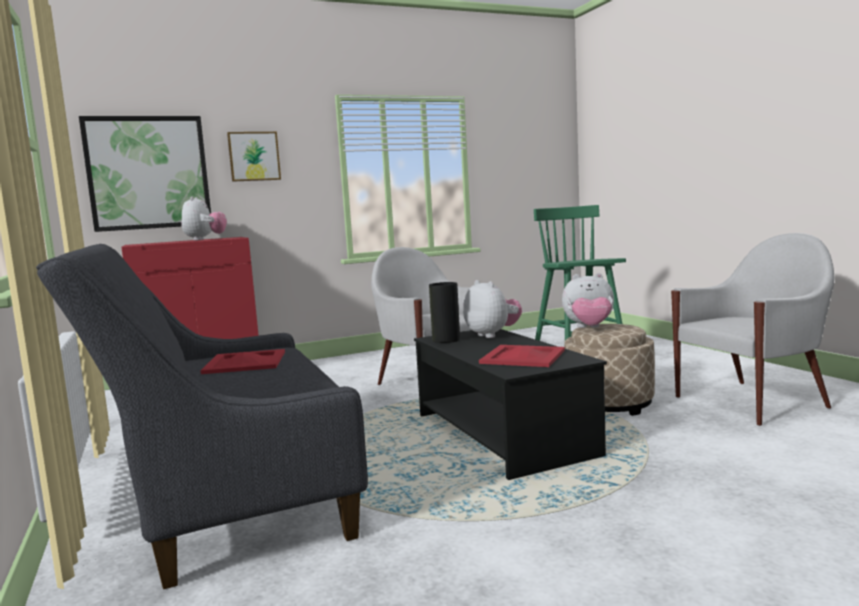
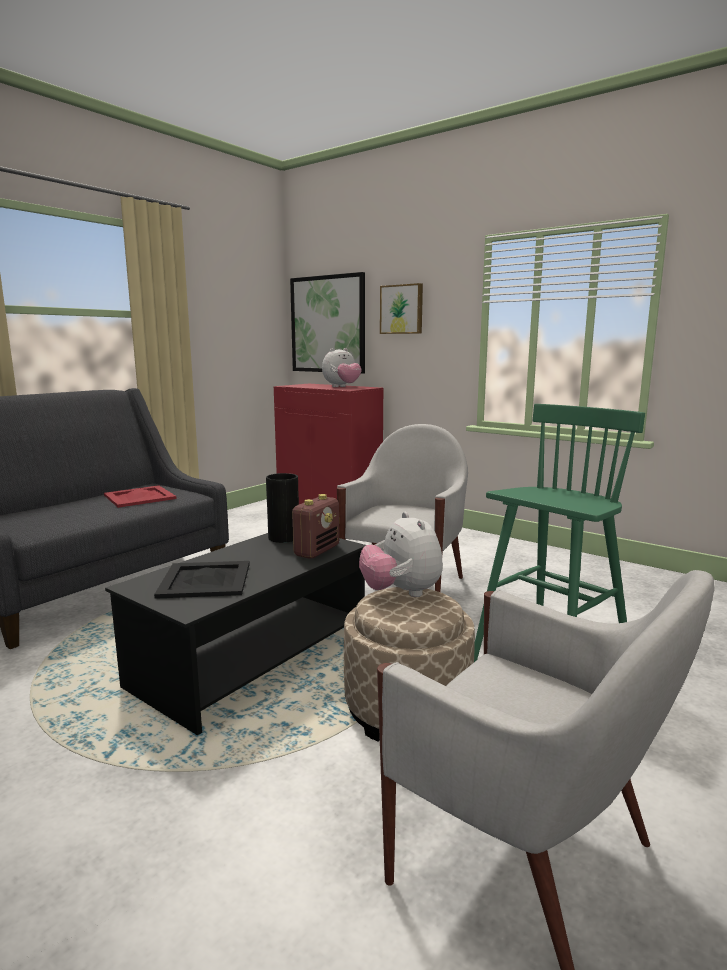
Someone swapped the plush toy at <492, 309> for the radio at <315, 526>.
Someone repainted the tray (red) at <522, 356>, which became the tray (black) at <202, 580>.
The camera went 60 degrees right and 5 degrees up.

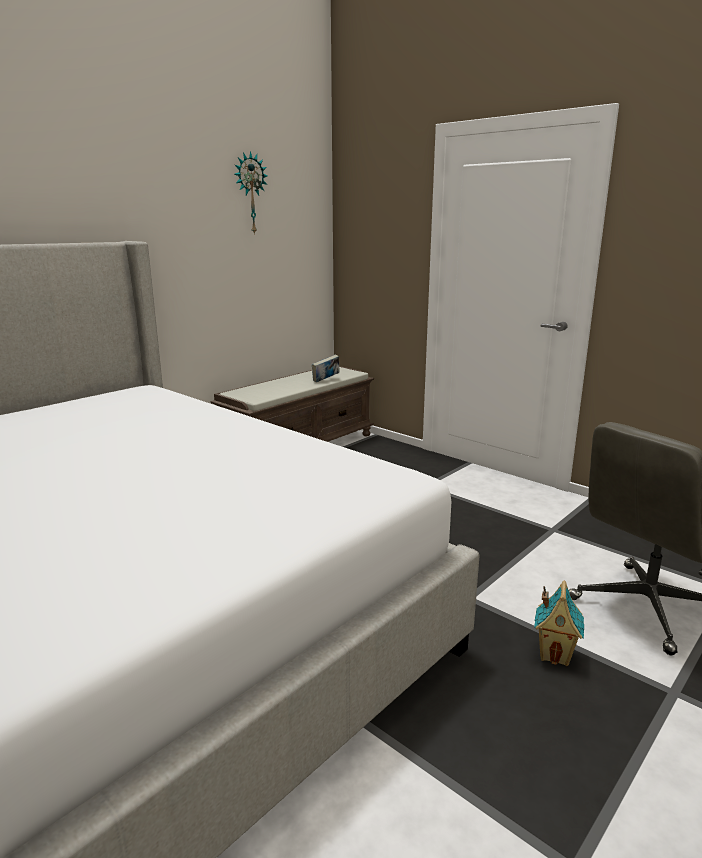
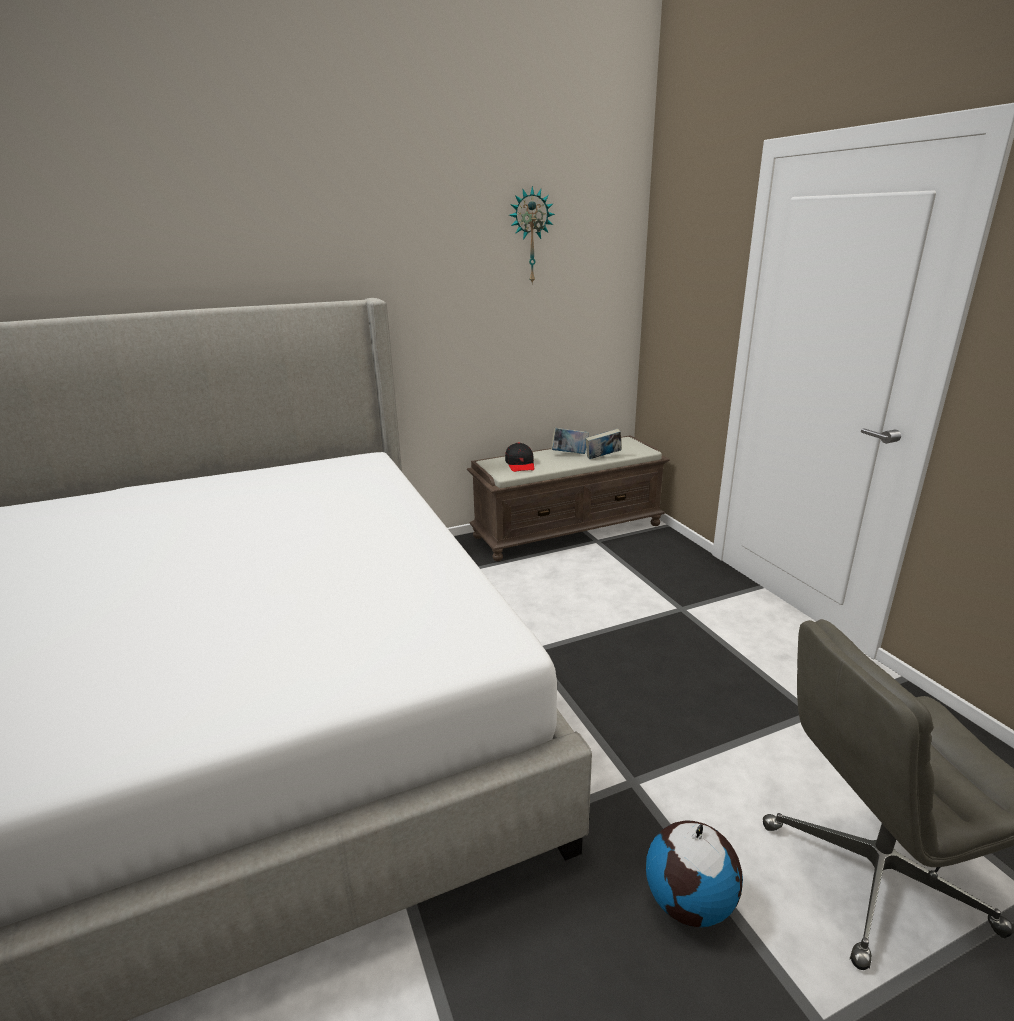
Someone swapped the toy house at <559, 623> for the globe at <694, 874>.
Someone put down the cap (black) at <519, 457>.
Someone put down the book at <570, 441>.
The camera went 25 degrees right and 5 degrees up.

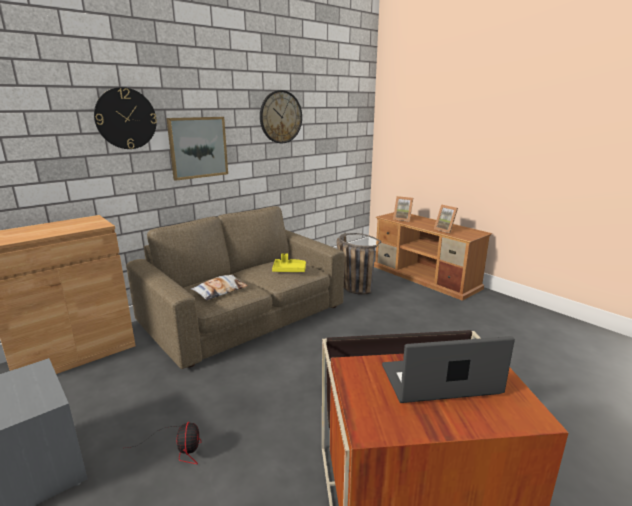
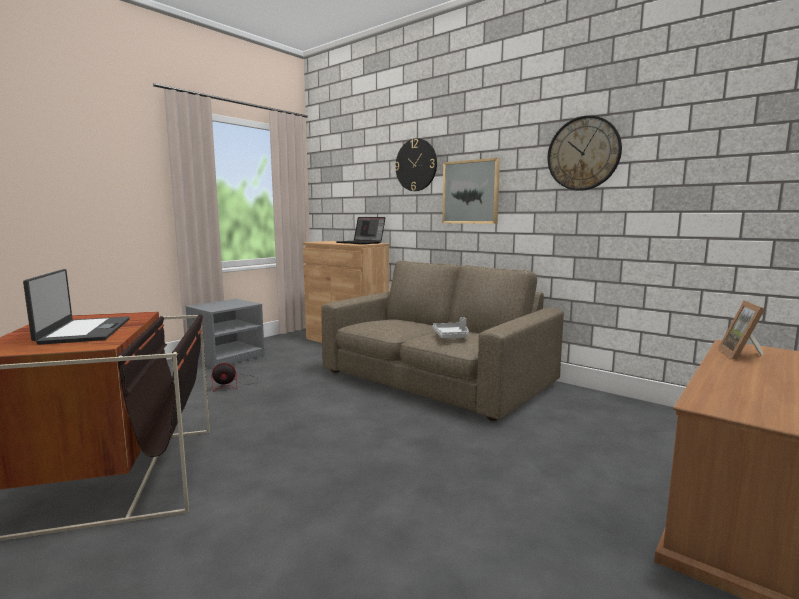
Someone took away the pillow at <219, 287>.
Someone repainted the tray (yellow) at <289, 263>, which became the tray (grey) at <450, 328>.
Someone took away the basket at <358, 264>.
Someone took away the picture frame at <446, 218>.
Someone put down the laptop at <360, 230>.
The camera went 80 degrees right and 10 degrees down.

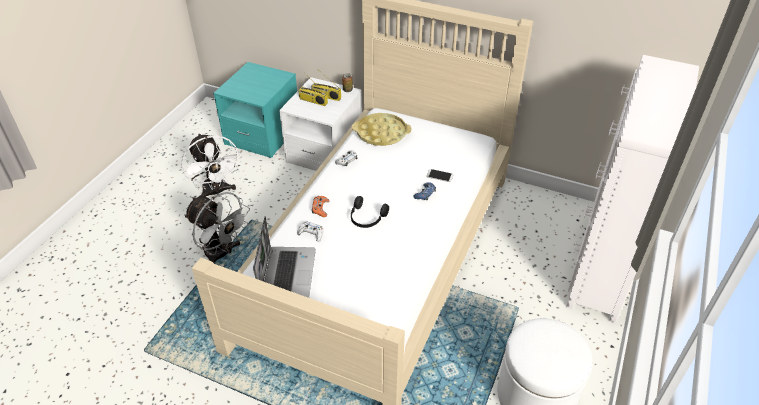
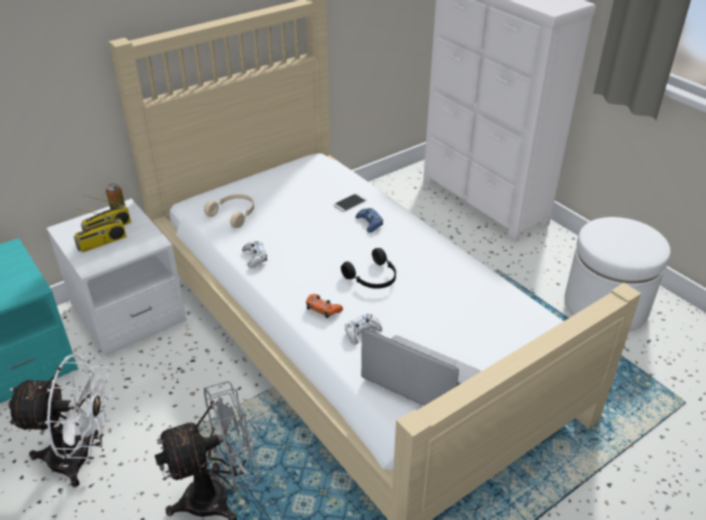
Someone swapped the tray (yellow) at <381, 129> for the headphones (beige) at <229, 211>.
The camera went 60 degrees left and 5 degrees down.

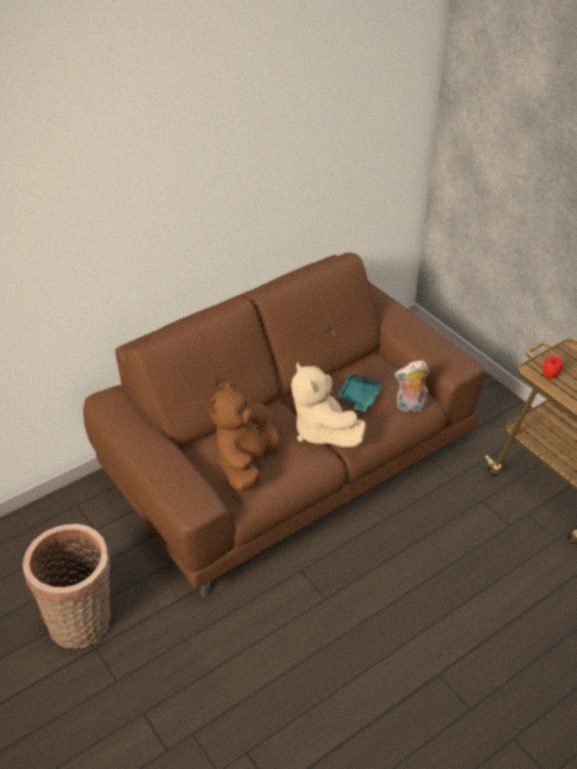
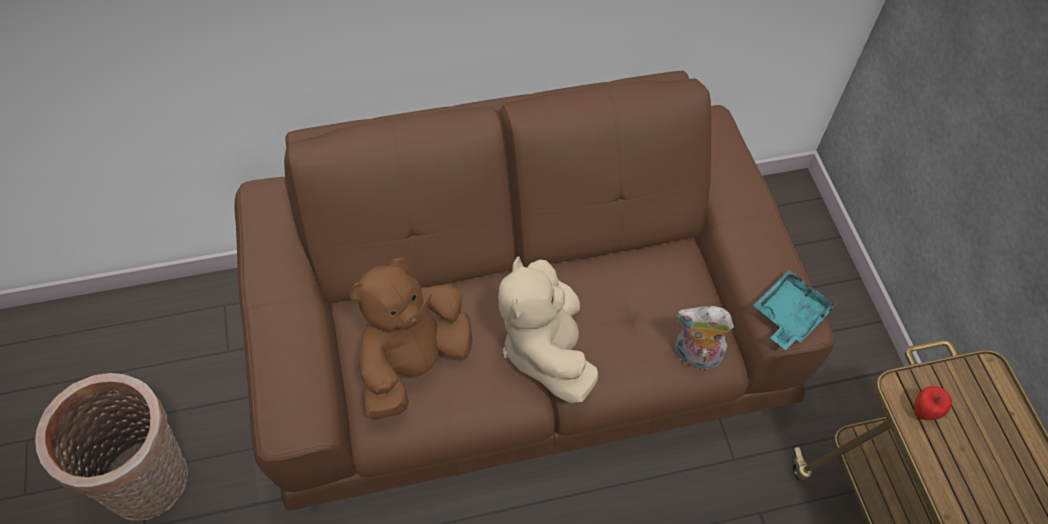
Someone carried the tray (turquoise) from <359, 392> to <795, 309>.
The camera went 20 degrees right and 15 degrees up.

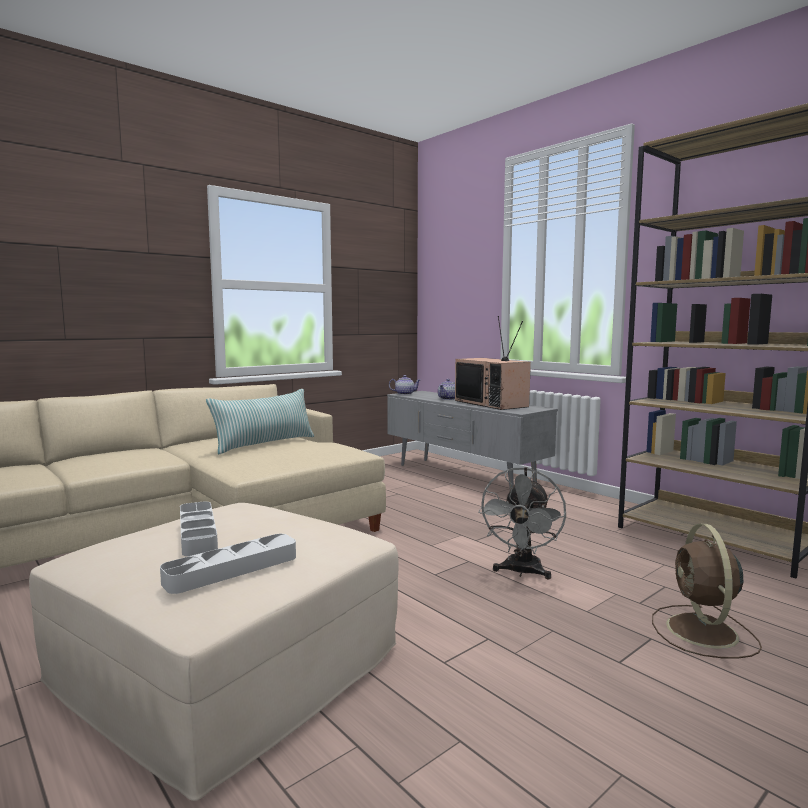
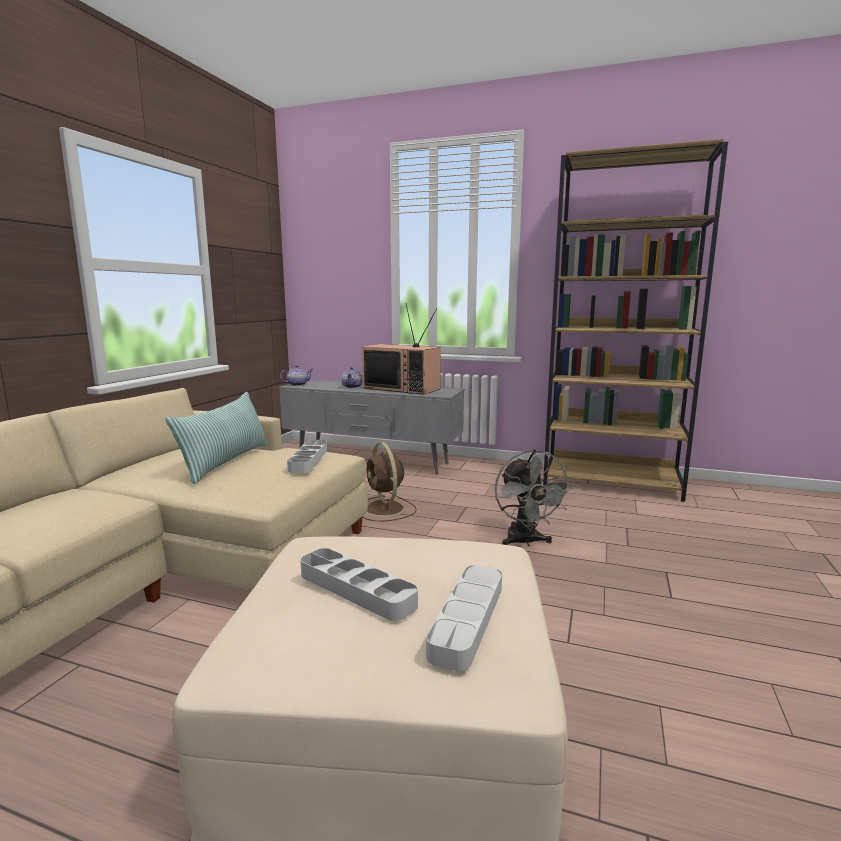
Someone carried the fan (brown) from <707, 591> to <390, 481>.
Someone put down the tray (grey) at <307, 456>.
The camera went 30 degrees left and 5 degrees up.

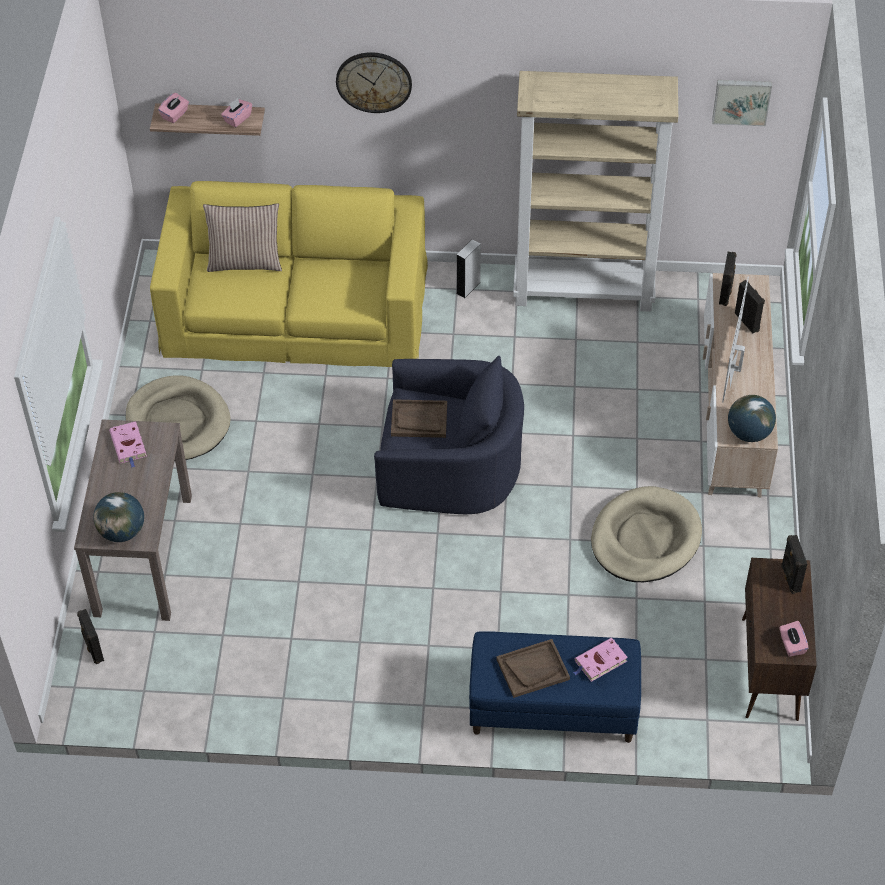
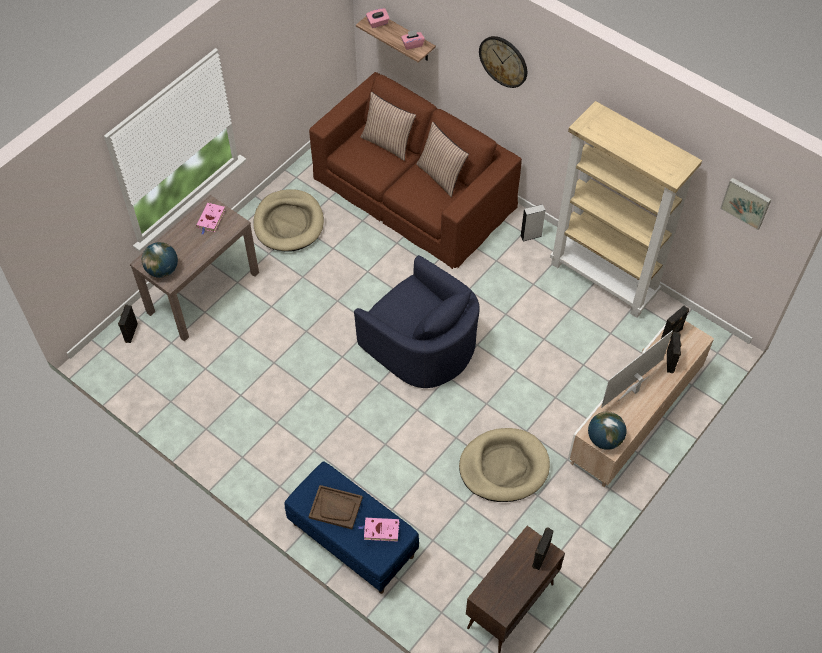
Someone repainted the sofa (yellow) at <289, 274>, which became the sofa (brown) at <415, 170>.
Someone took away the tray (brown) at <419, 418>.
Someone took away the tissue box (pink) at <794, 639>.
Someone put down the pillow at <442, 159>.
The camera went 35 degrees right and 5 degrees up.

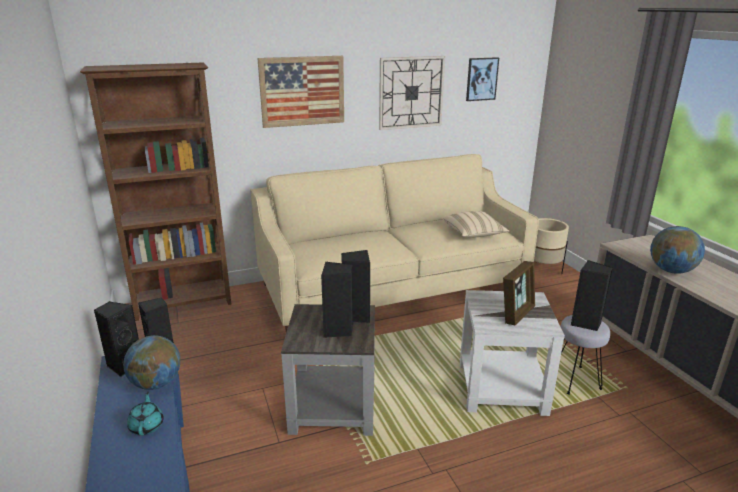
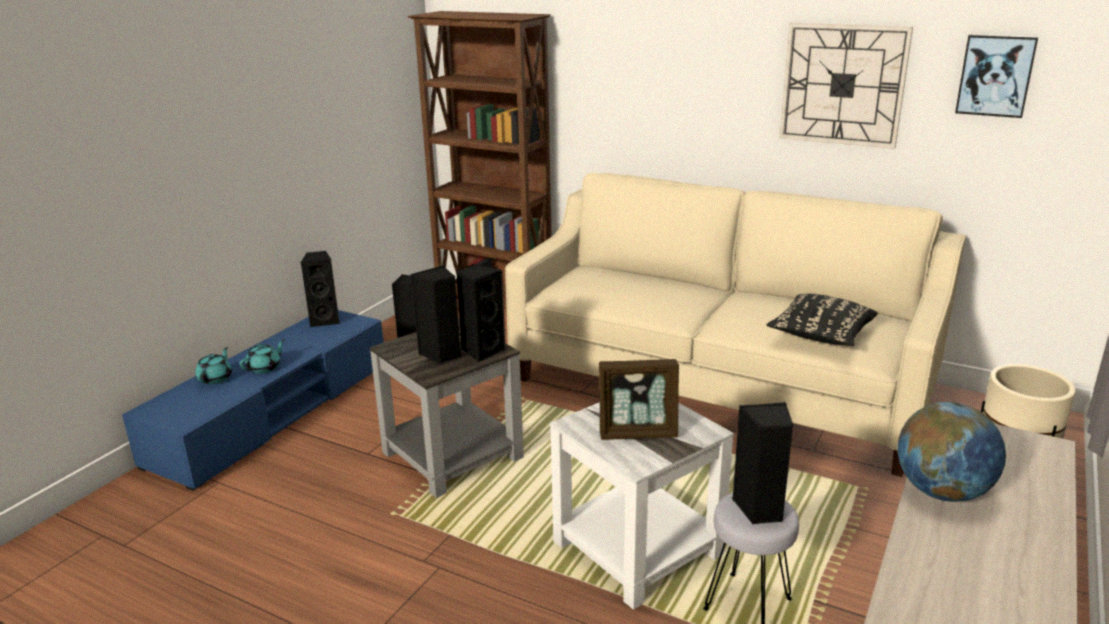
Someone took away the globe at <152, 362>.
Someone took away the picture at <300, 92>.
Someone repainted the pillow (beige) at <476, 224>, which became the pillow (black) at <822, 320>.
Someone put down the teapot (turquoise) at <213, 365>.
The camera went 50 degrees right and 0 degrees up.

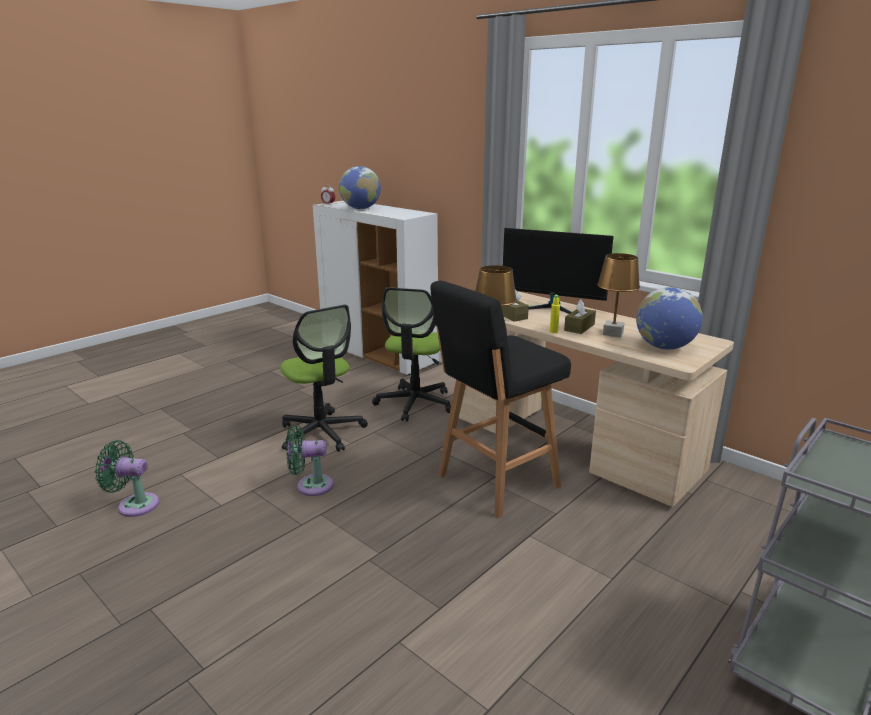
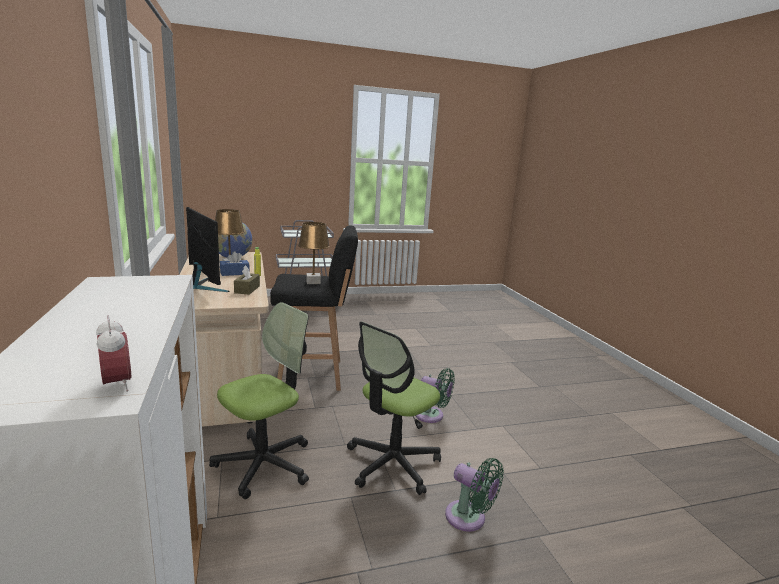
Someone carried the fan (green) from <127, 478> to <474, 495>.
Someone rotated the office chair at <324, 378> by 135 degrees counterclockwise.
Someone took away the globe at <360, 187>.
Someone repainted the tissue box (brown) at <580, 316>, which became the tissue box (blue) at <235, 263>.
The camera went 150 degrees left and 5 degrees down.

